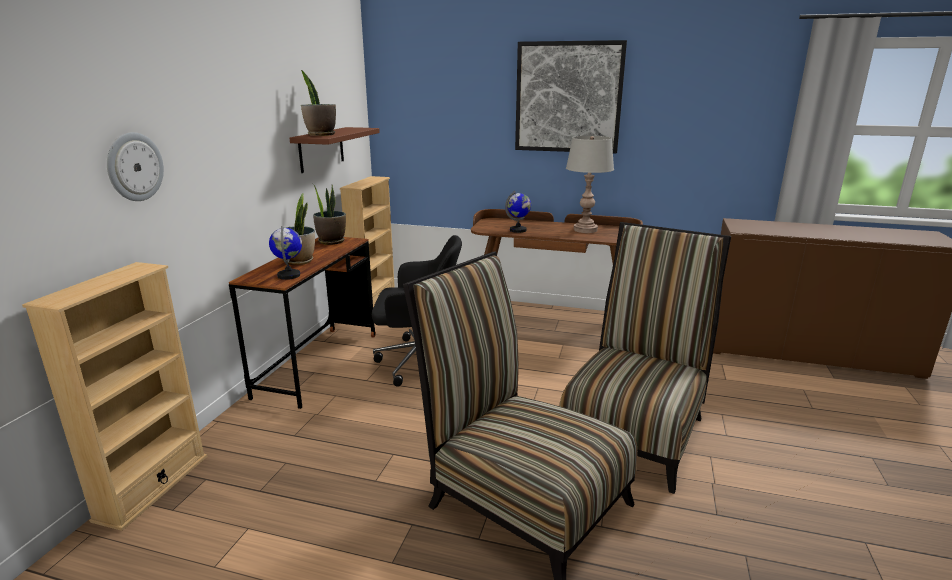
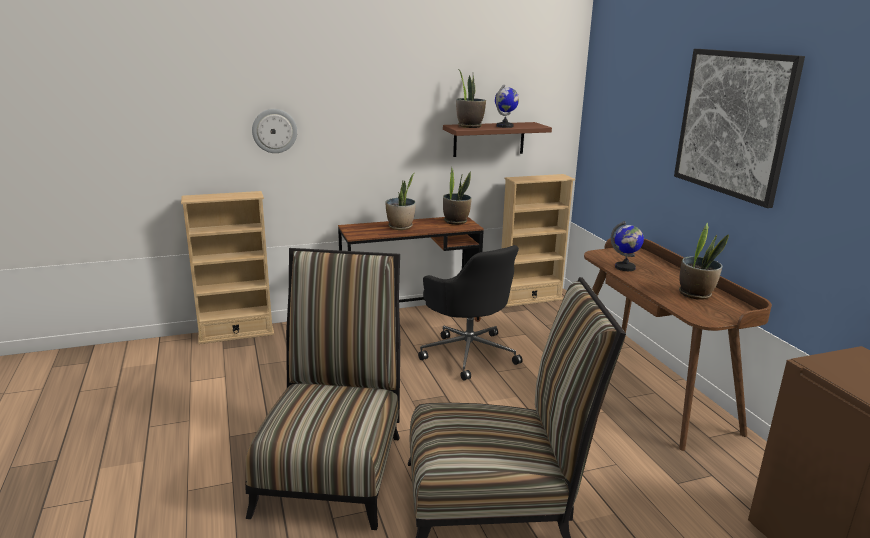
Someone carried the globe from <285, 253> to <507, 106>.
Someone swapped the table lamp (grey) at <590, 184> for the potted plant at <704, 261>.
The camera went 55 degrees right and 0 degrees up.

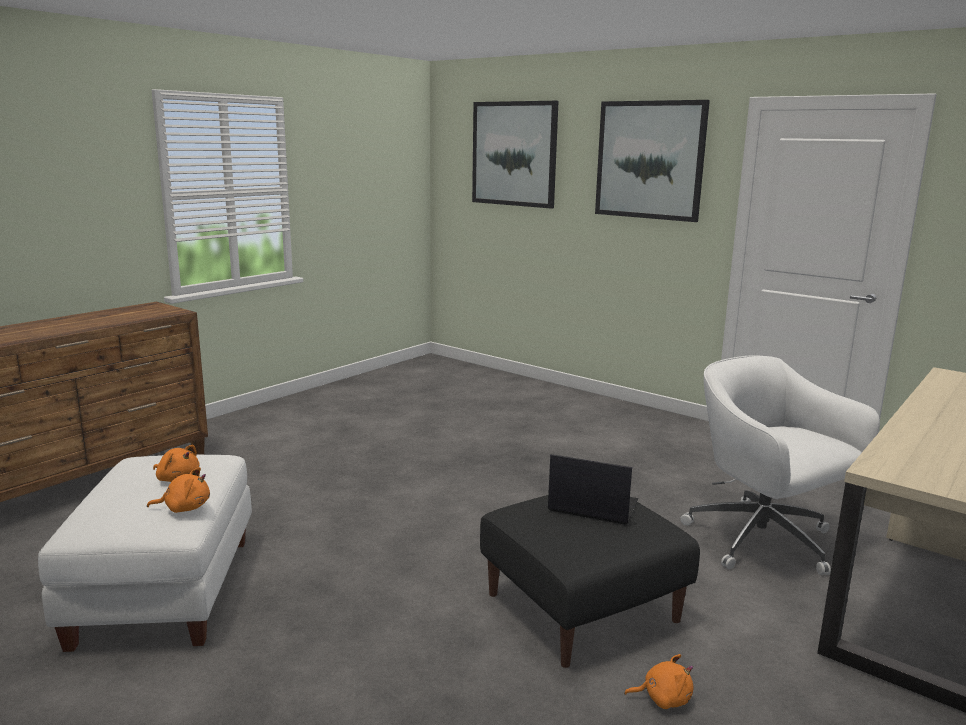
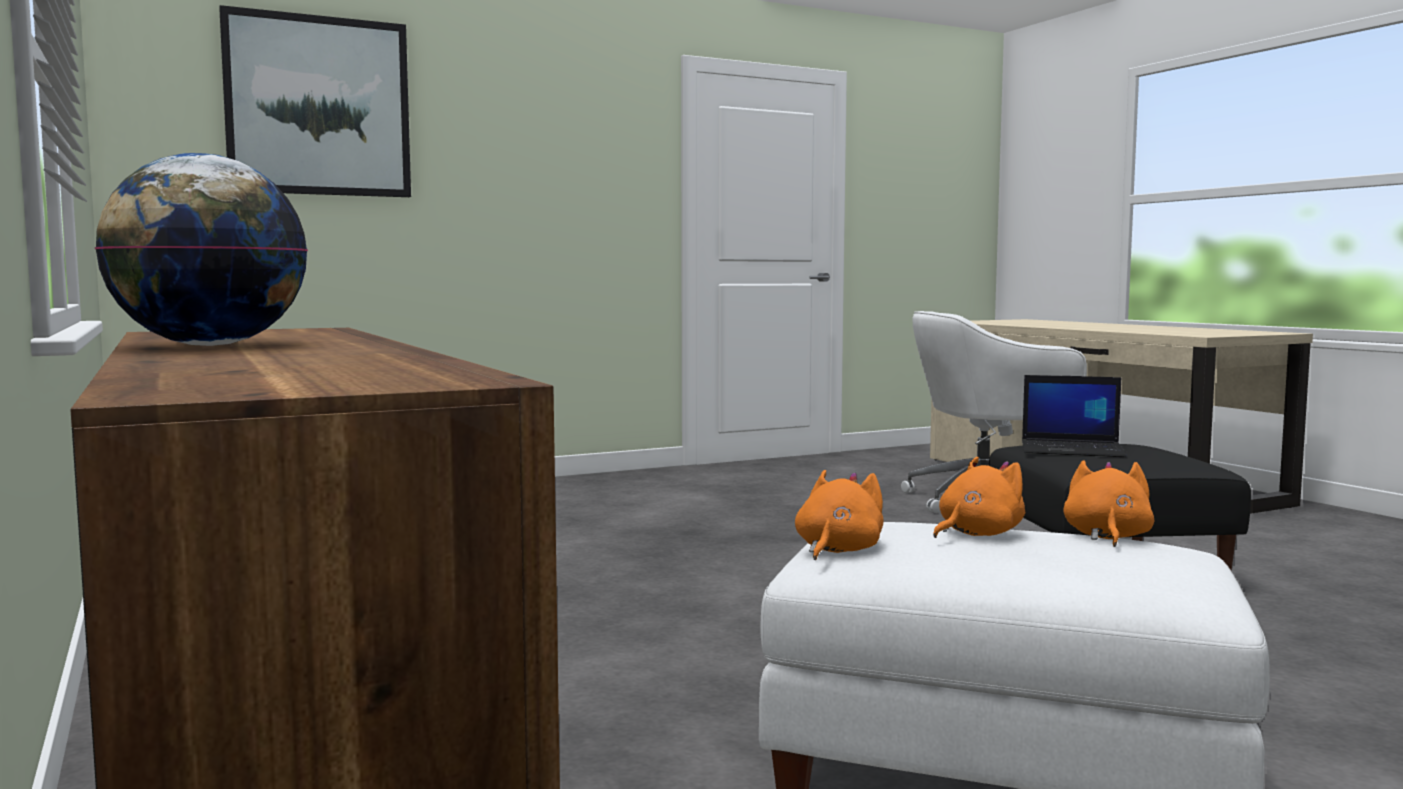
Someone rotated the laptop at <593, 489> by 120 degrees counterclockwise.
Someone took away the picture at <652, 161>.
Someone carried the plush toy (orange) from <658, 681> to <839, 515>.
Someone put down the globe at <201, 249>.
The camera went 65 degrees left and 10 degrees down.

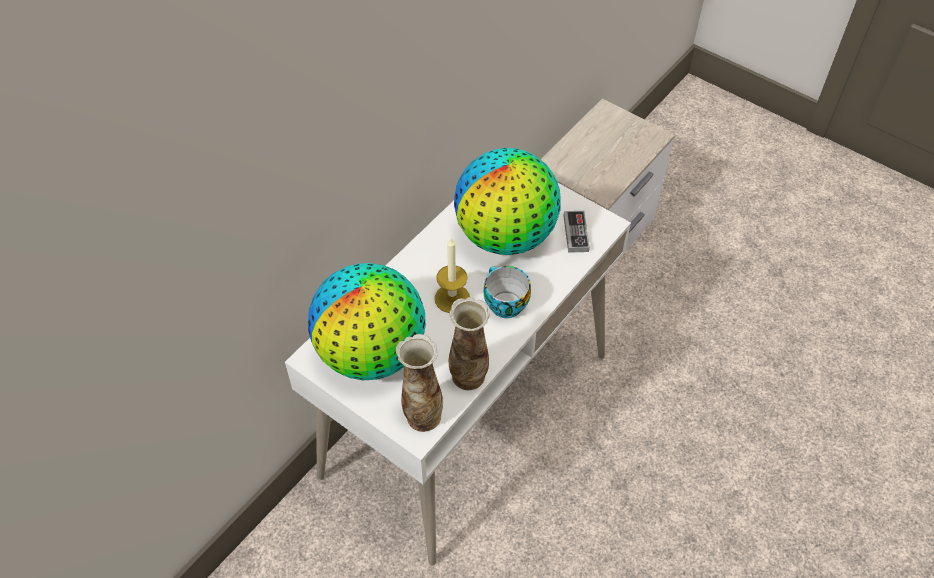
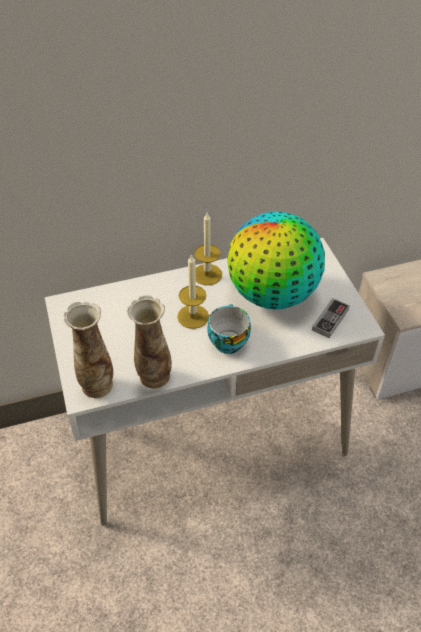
Someone took away the globe at <367, 321>.
Someone put down the candle at <208, 249>.
The camera went 35 degrees right and 5 degrees down.

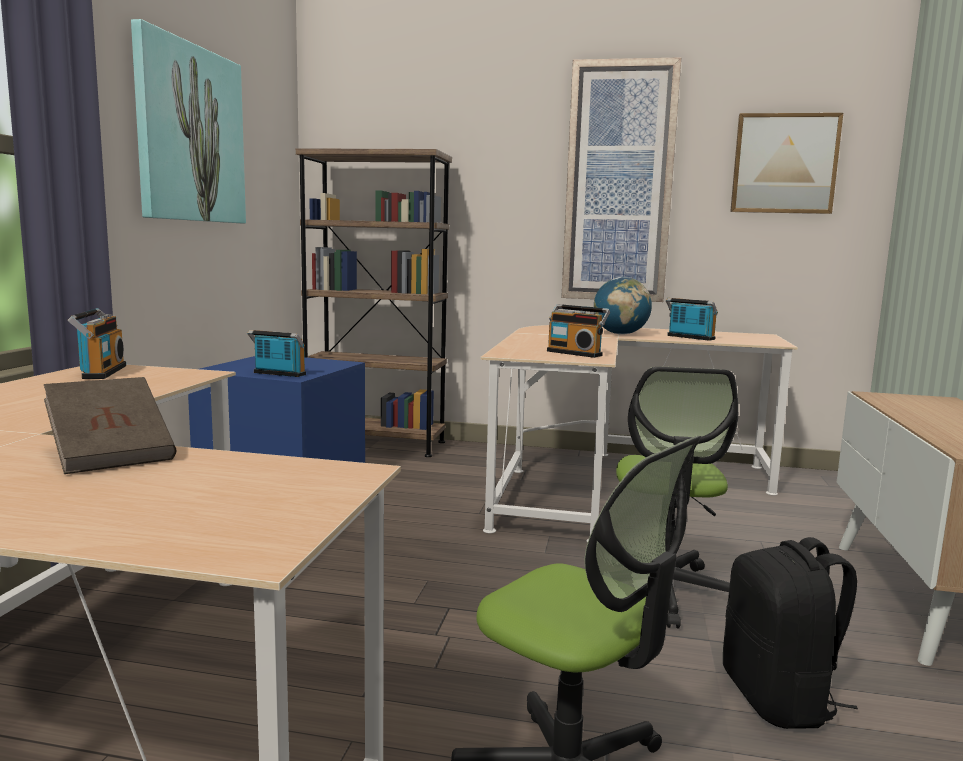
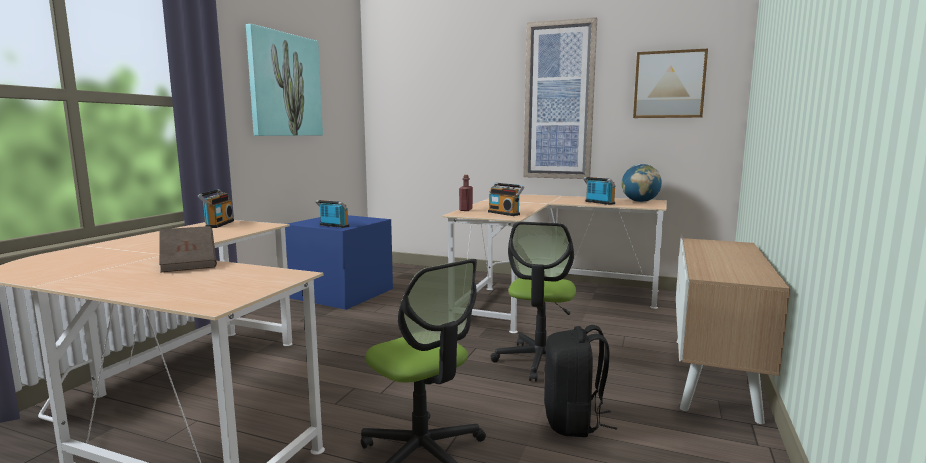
Someone took away the bookcase (brown) at <374, 302>.
Someone carried the globe from <623, 306> to <642, 183>.
Someone put down the bottle (red) at <466, 193>.
The camera went 10 degrees right and 0 degrees up.

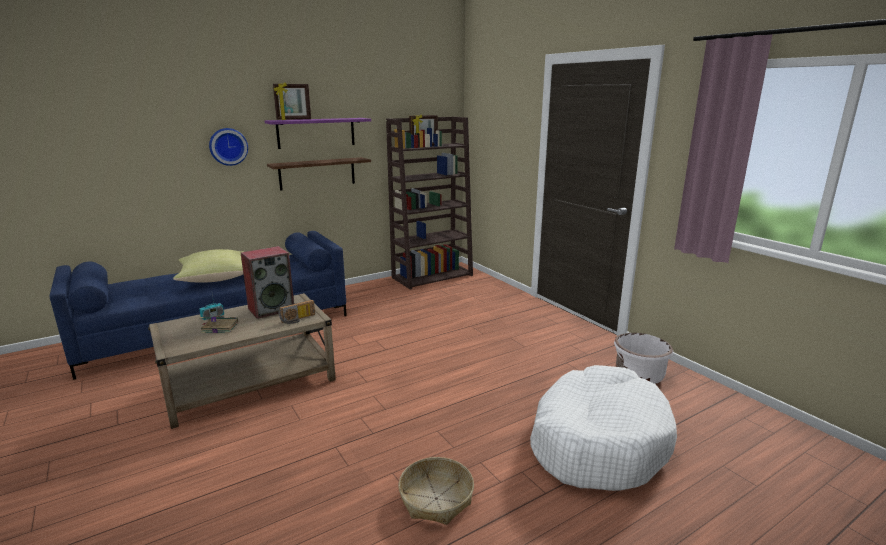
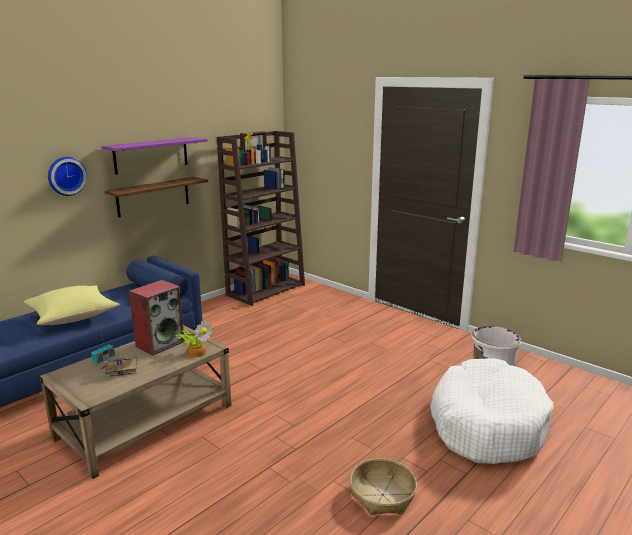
Someone took away the picture frame at <292, 101>.
Someone swapped the radio at <296, 312> for the potted plant at <194, 339>.
The camera went 15 degrees left and 0 degrees up.

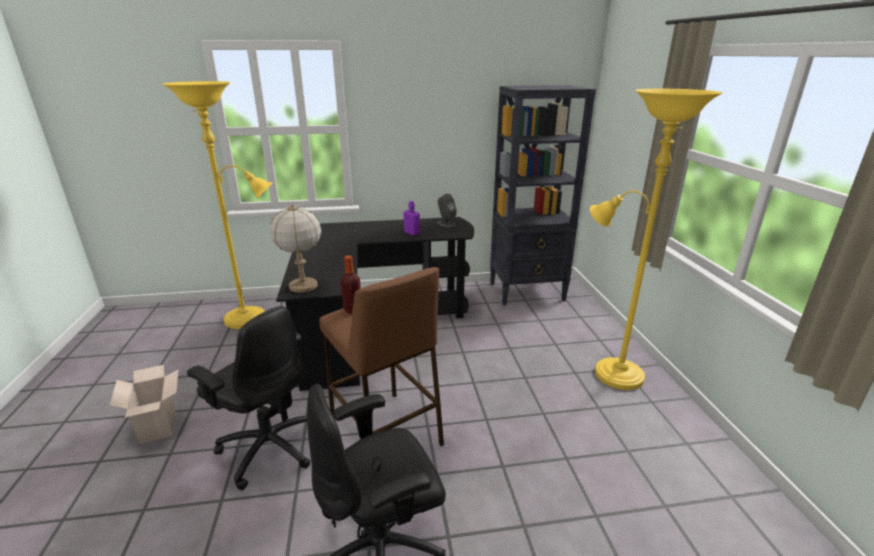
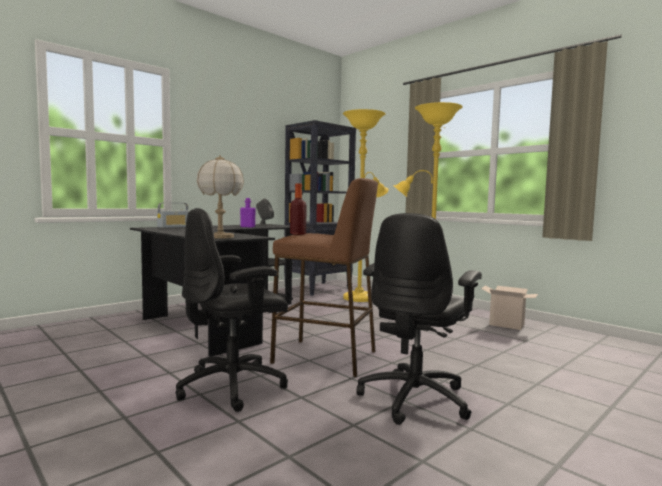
Someone carried the cardboard box from <144, 404> to <509, 307>.
Someone carried the floor lamp (yellow) from <217, 205> to <366, 205>.
Someone rotated the office chair (black) at <249, 398> by 150 degrees clockwise.
Someone put down the radio at <173, 215>.
The camera went 35 degrees left and 20 degrees down.

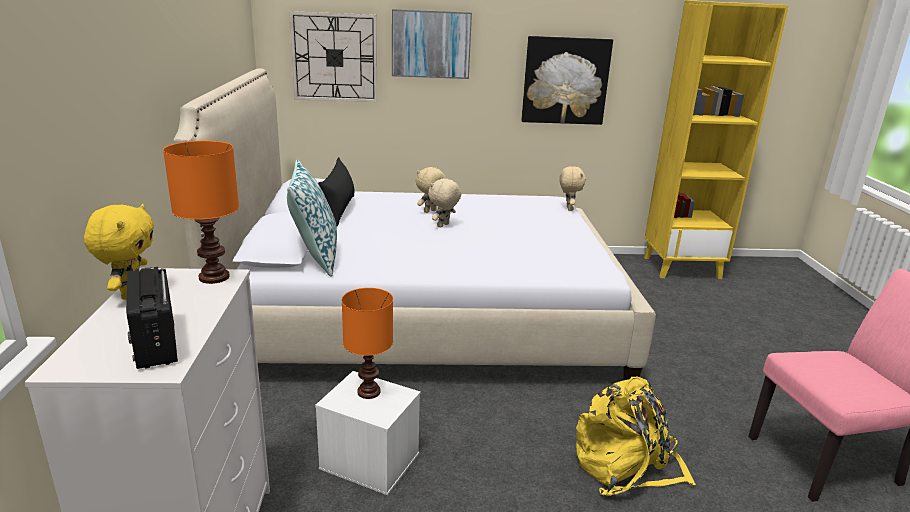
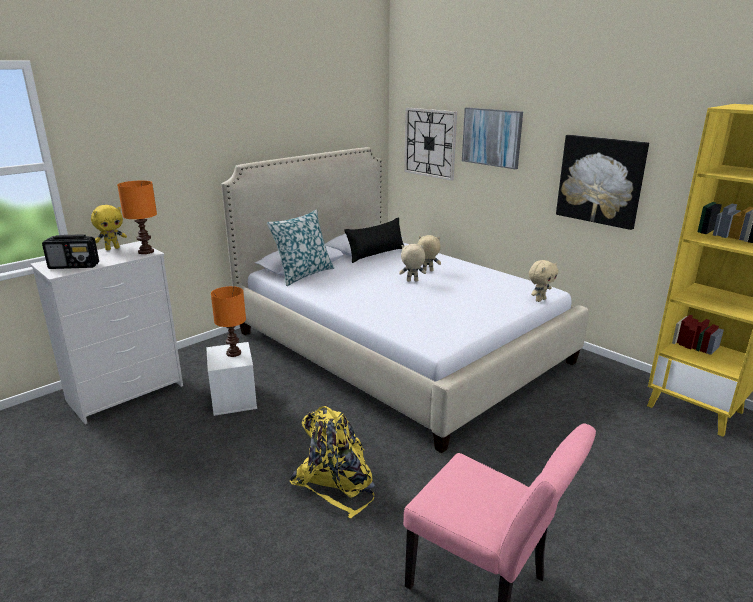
Someone rotated the radio at <152, 318> by 120 degrees counterclockwise.
The camera went 50 degrees right and 0 degrees up.

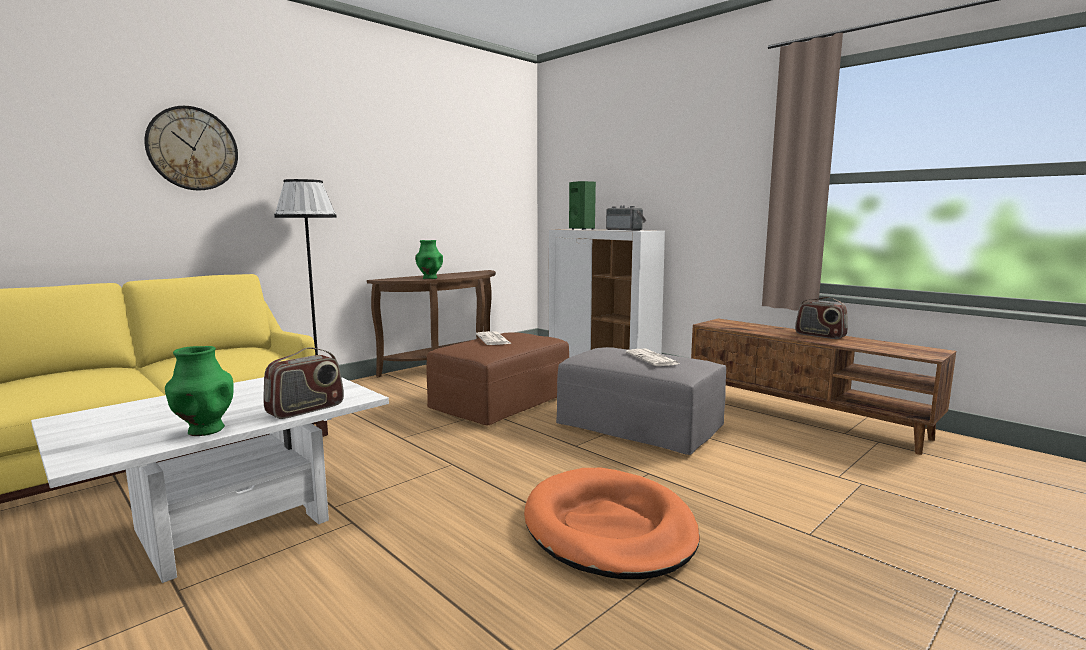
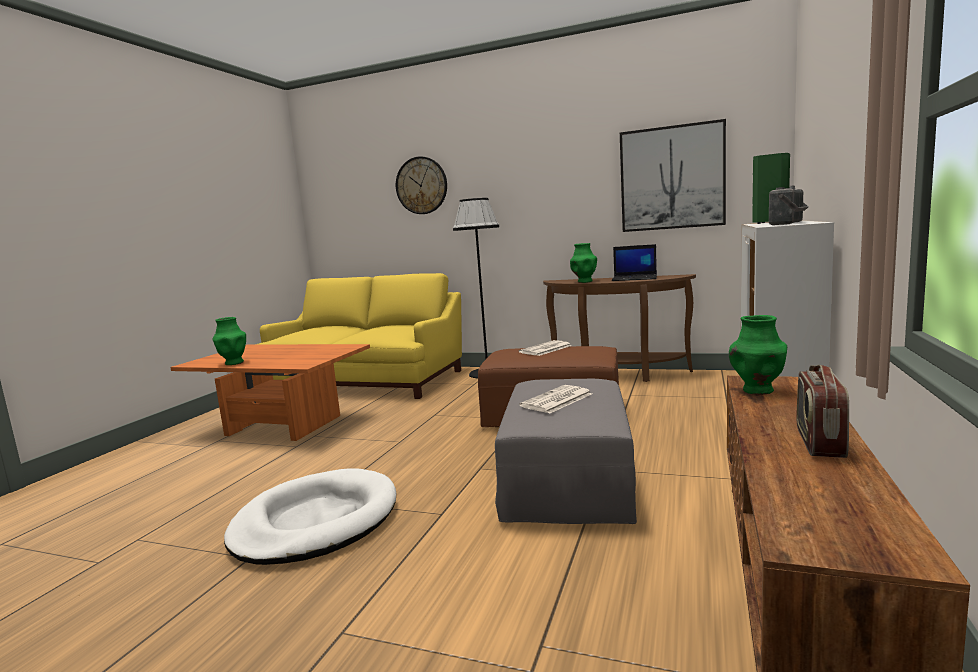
Someone repainted the coffee table (white) at <210, 480>, which became the coffee table (orange) at <270, 392>.
Someone took away the radio at <303, 383>.
Someone repainted the dog bed (orange) at <612, 523>, which became the dog bed (white) at <310, 516>.
Someone put down the laptop at <634, 262>.
Someone put up the picture at <673, 175>.
Someone put down the vase (green) at <758, 355>.
The camera went 65 degrees right and 0 degrees up.

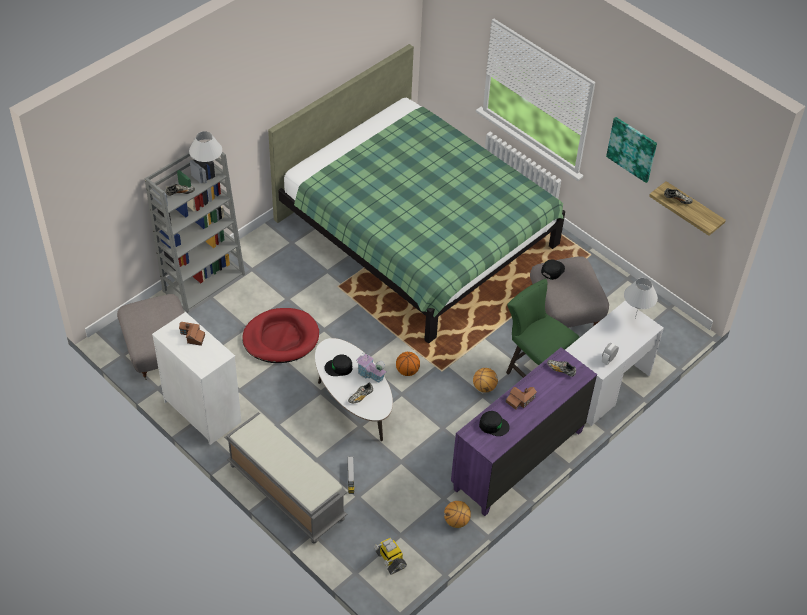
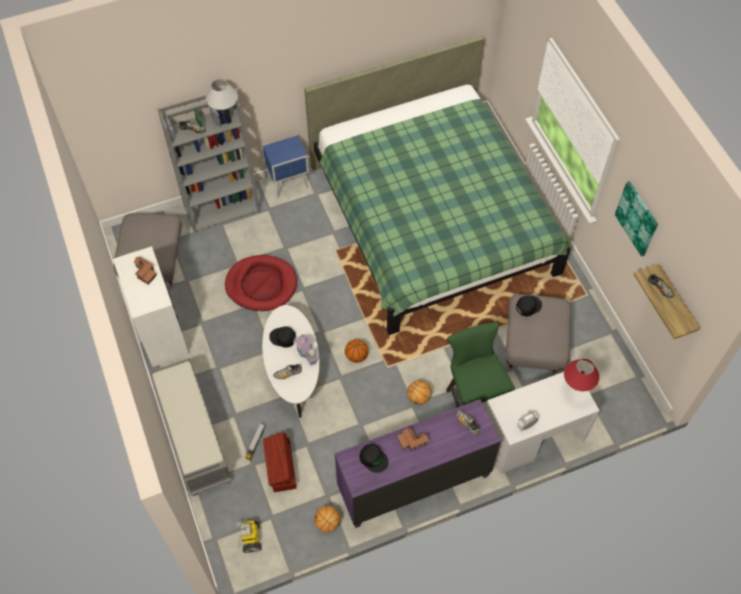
Someone repainted the table lamp (white) at <641, 298>, which became the table lamp (red) at <581, 375>.
Someone put down the nightstand (blue) at <286, 166>.
Someone put down the storage box (brown) at <280, 462>.
The camera went 25 degrees right and 10 degrees up.

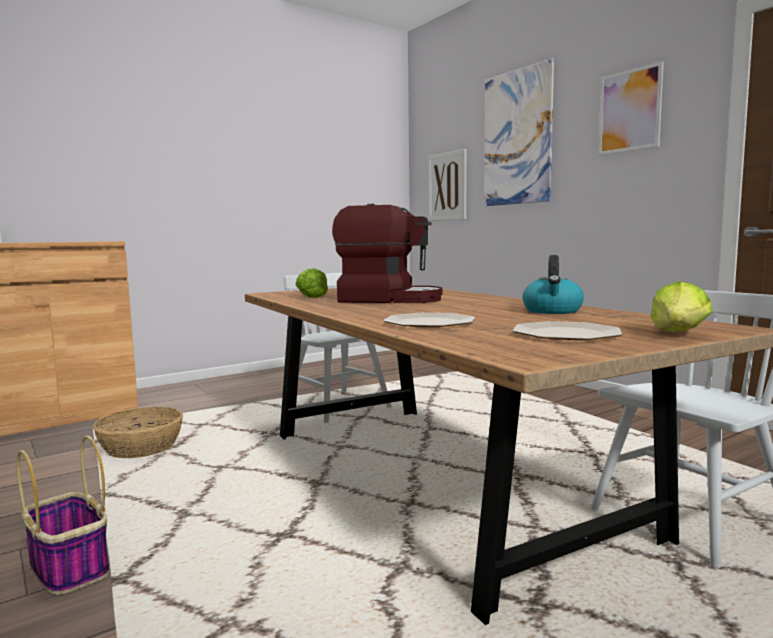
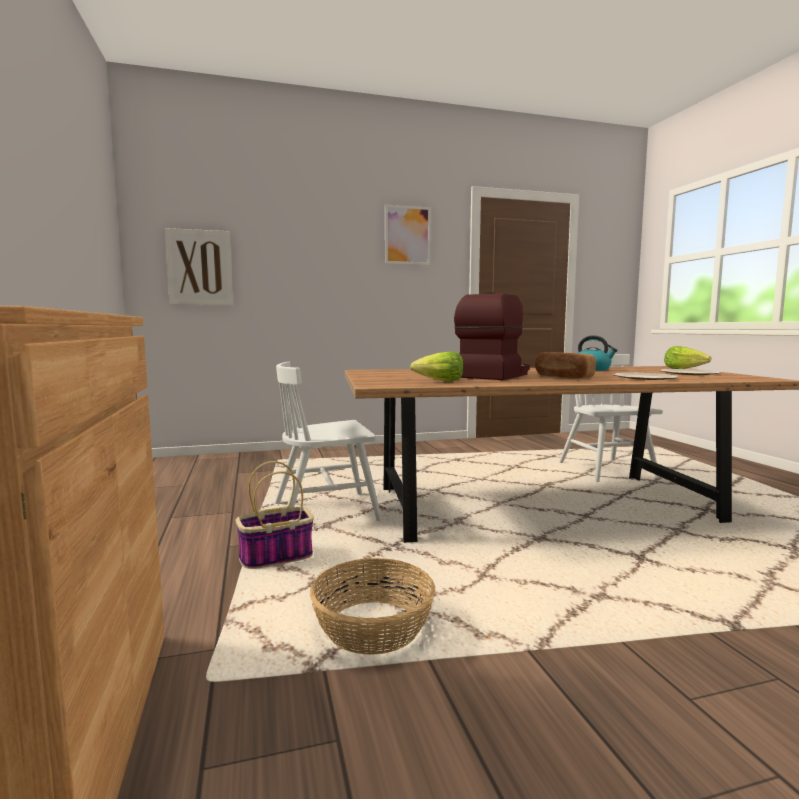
Someone carried the basket from <62, 515> to <274, 515>.
Someone took away the picture at <519, 132>.
Someone put down the bread at <565, 365>.
The camera went 70 degrees left and 0 degrees up.

